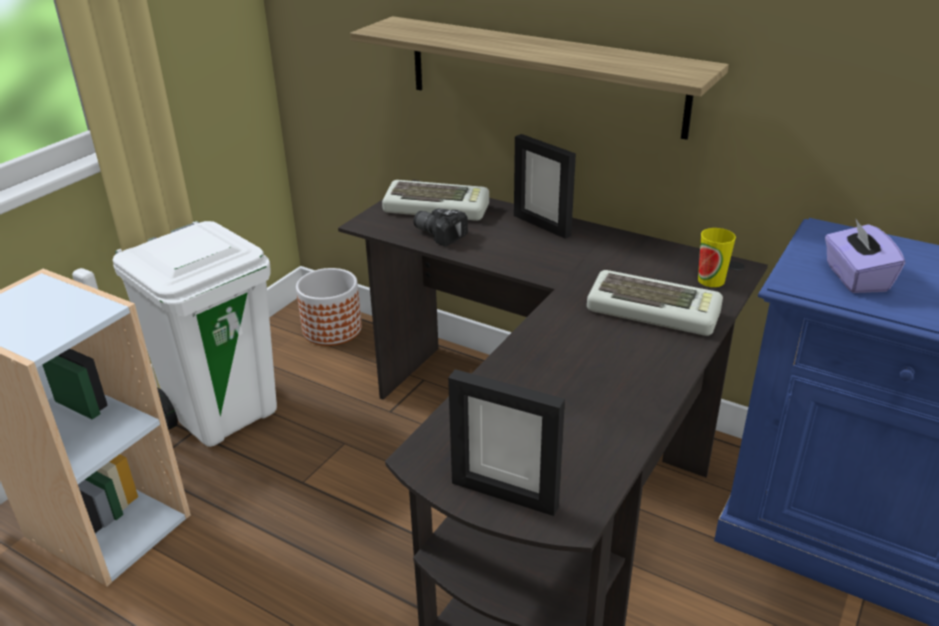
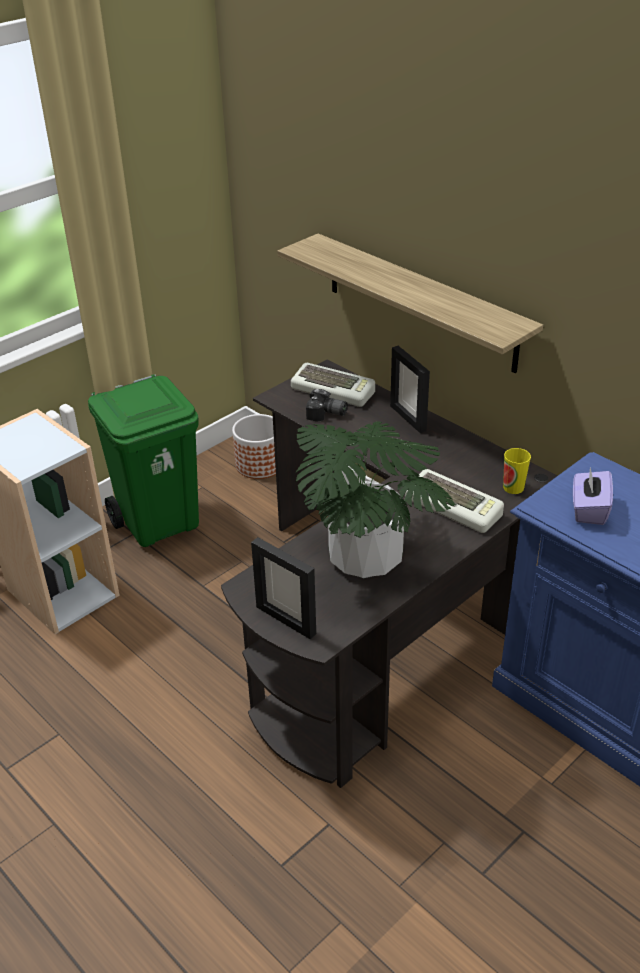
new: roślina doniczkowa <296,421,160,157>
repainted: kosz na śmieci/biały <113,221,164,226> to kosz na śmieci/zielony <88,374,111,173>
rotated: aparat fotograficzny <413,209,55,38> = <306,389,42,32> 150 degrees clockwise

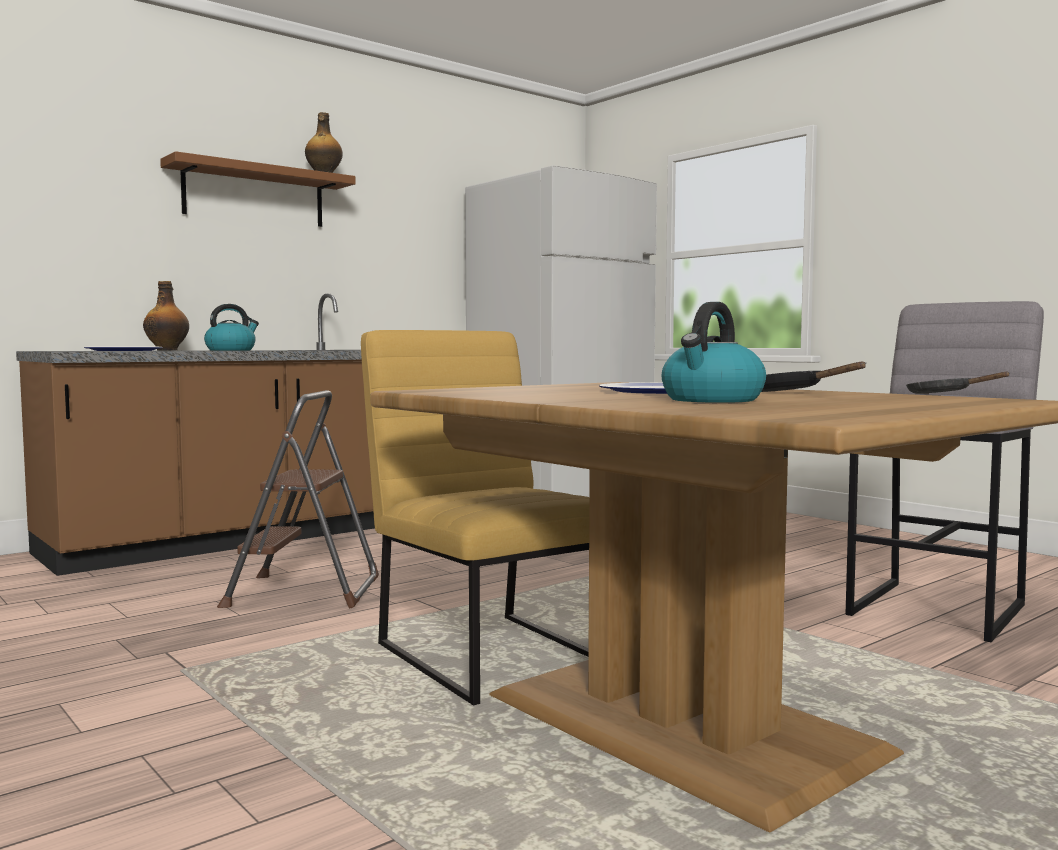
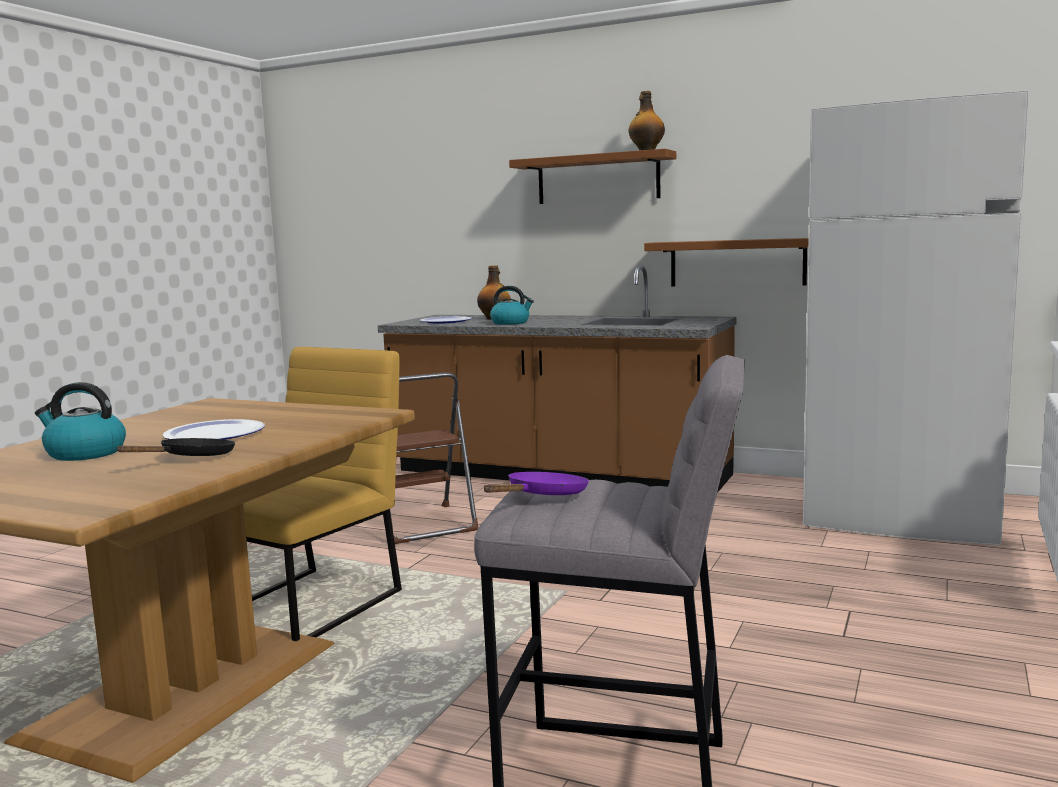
new: półka/brązowy <644,238,165,48>
repainted: patelnia/czarny <906,372,104,22> to patelnia/fioletowy <484,472,105,23>

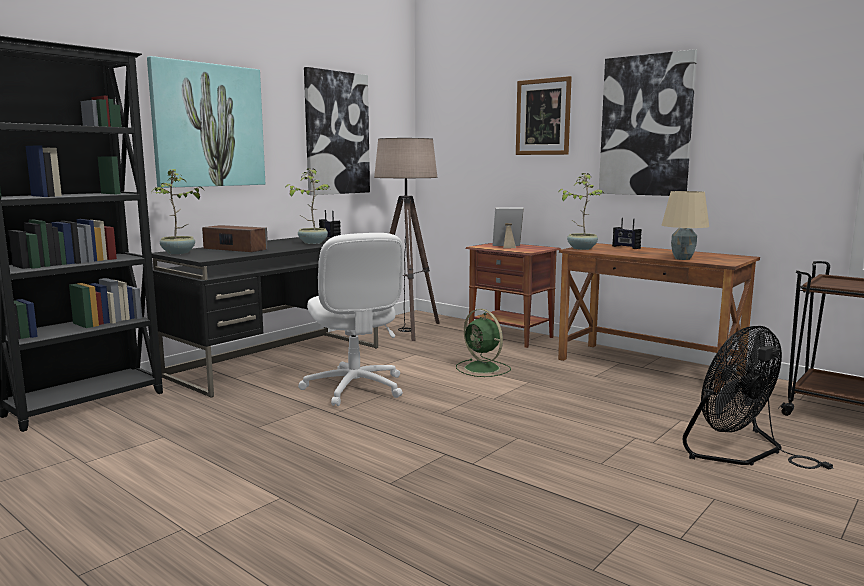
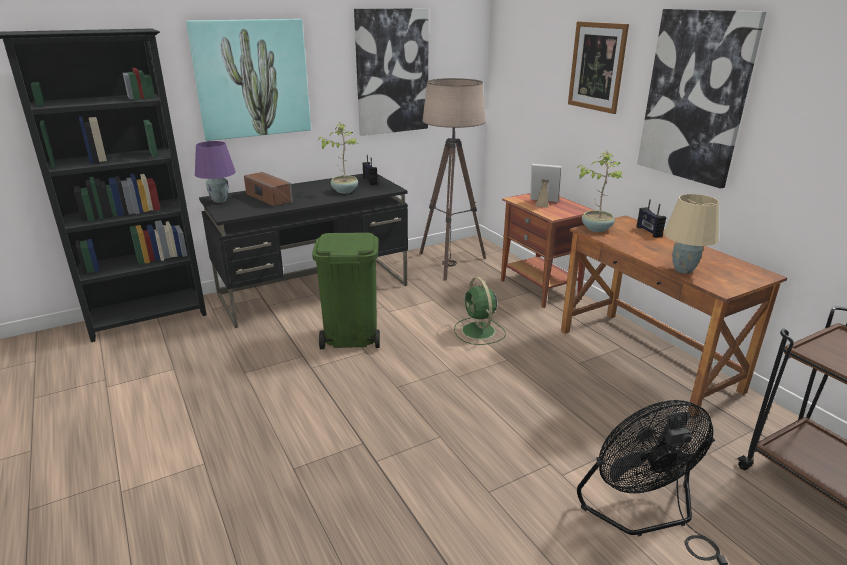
swapped: roślina doniczkowa <152,169,52,85> to lampa stołowa/fioletowy <195,141,41,62>; krzesło biurowe/biały <298,233,106,173> to kosz na śmieci/zielony <312,232,68,117>

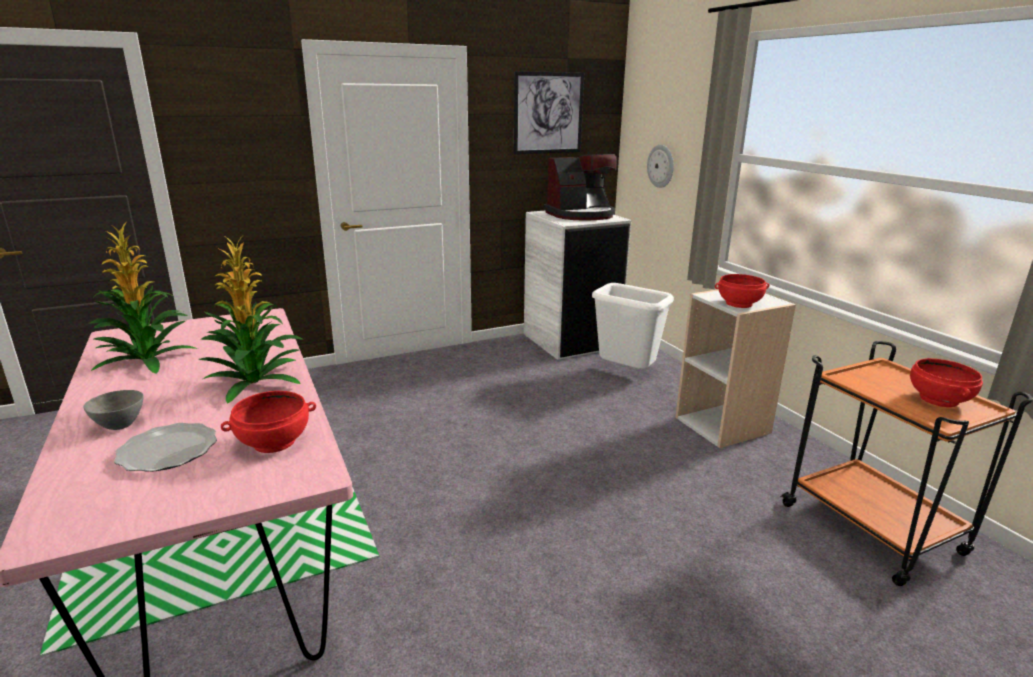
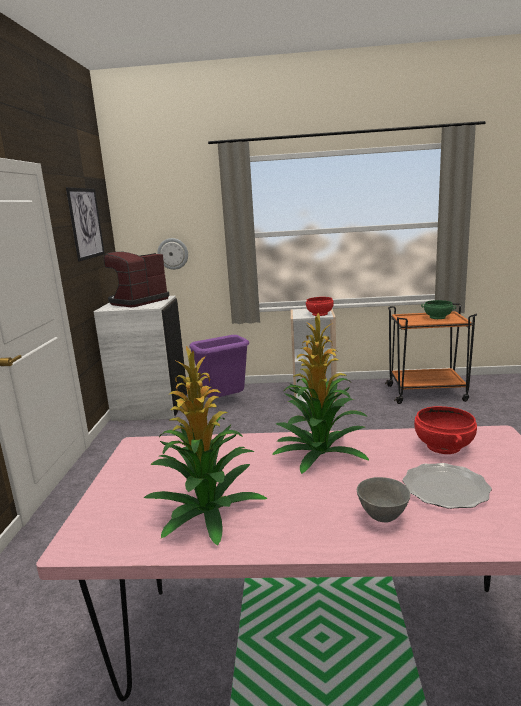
repainted: kosz na śmieci/biały <592,283,82,86> to kosz na śmieci/fioletowy <189,335,60,63>; miska/czerwony <910,358,73,49> to miska/zielony <421,300,35,19>
rotated: ekspres do kawy <544,154,73,66> = <104,252,65,55> 150 degrees counterclockwise

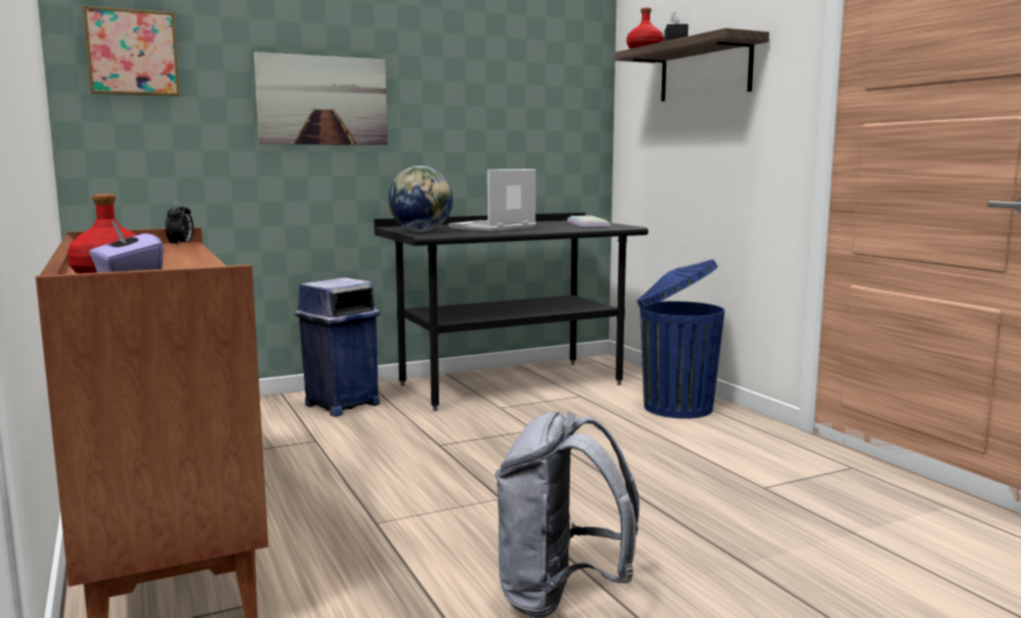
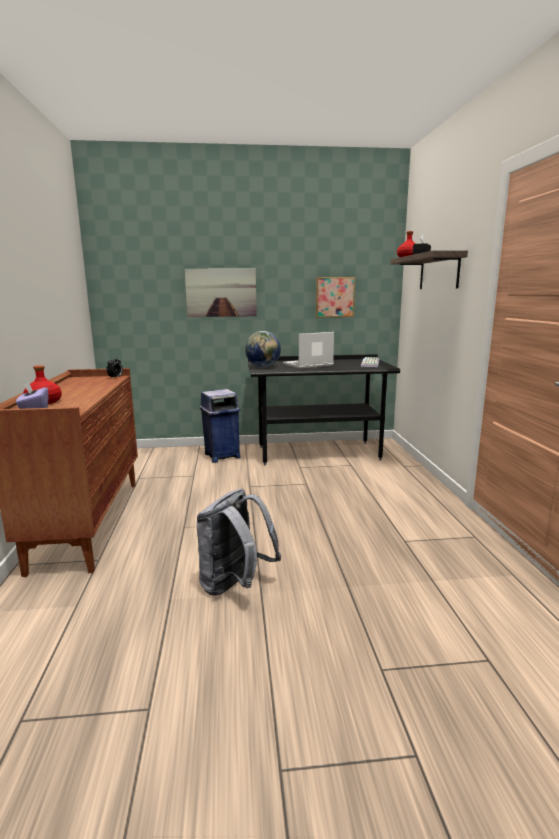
gone: kosz na śmieci/niebieski <637,259,88,160>
shifted: obraz <83,6,97,91> to <316,277,39,40>

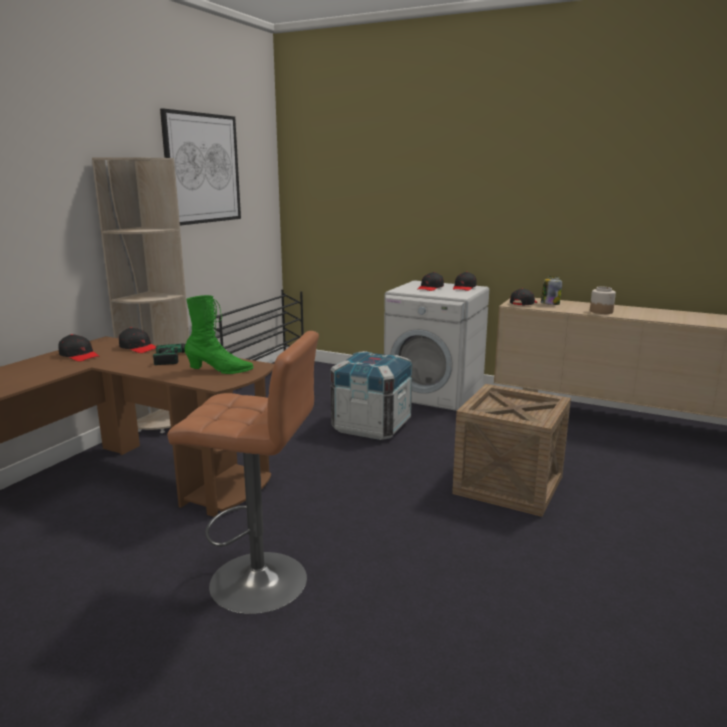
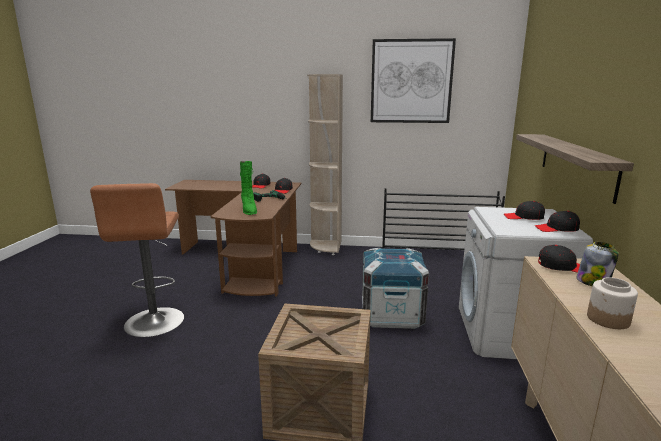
new: półka <516,134,118,70>

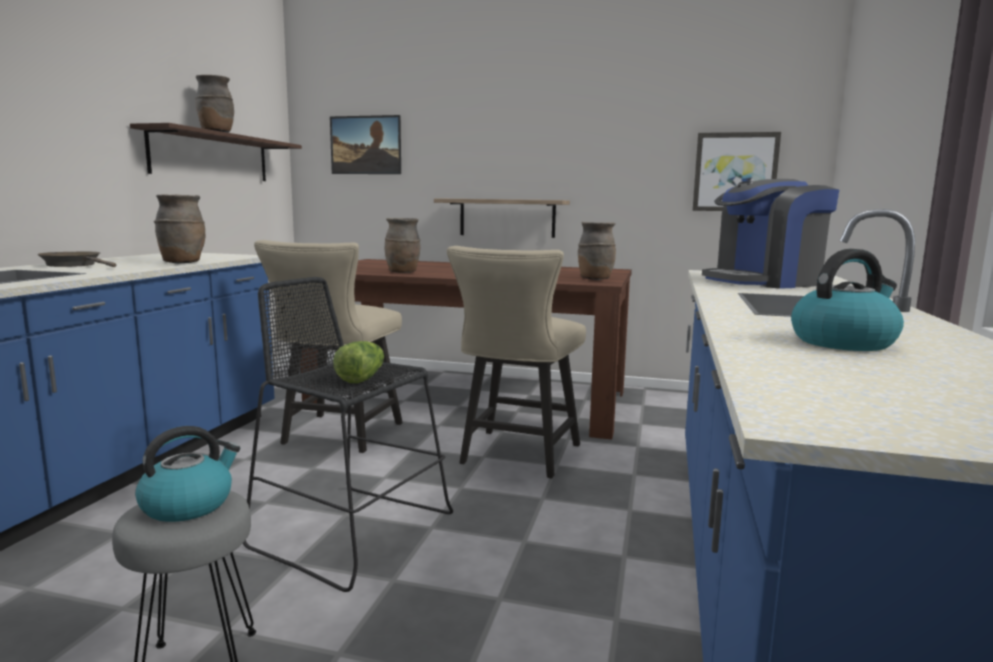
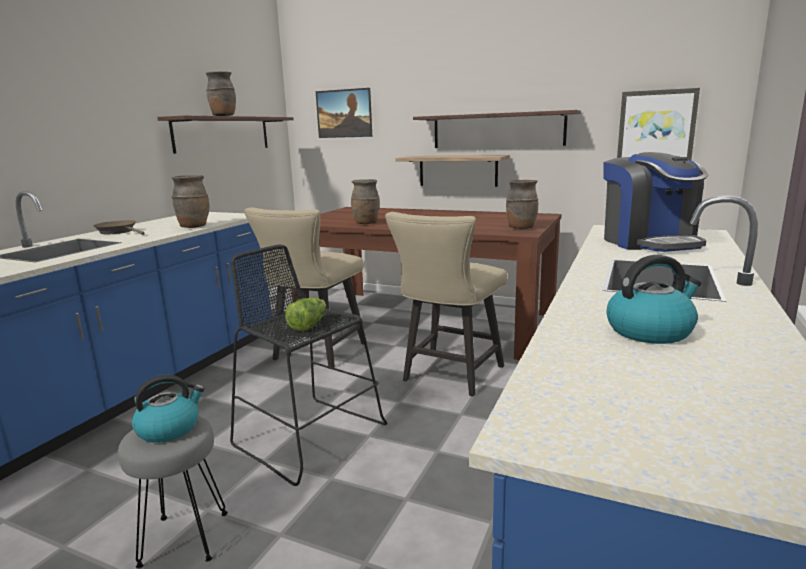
new: półka <413,110,168,38>
rotated: ekspres do kawy <702,179,137,110> = <604,152,104,100> 90 degrees counterclockwise

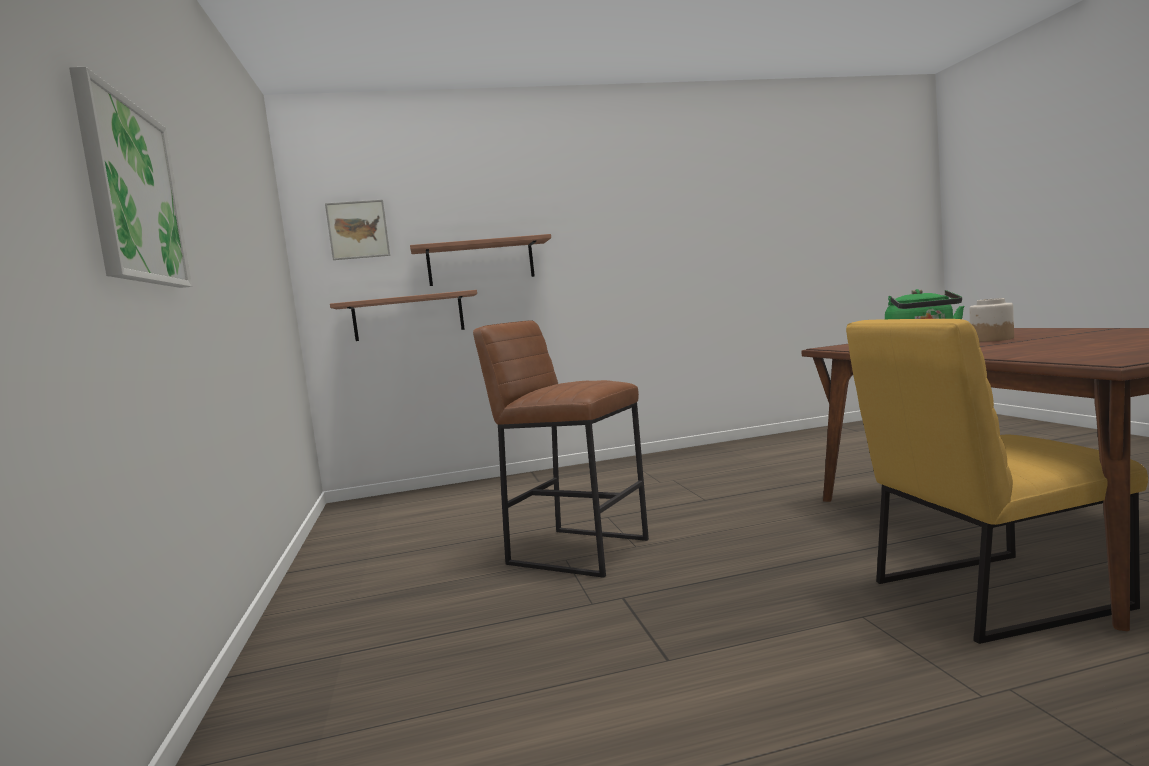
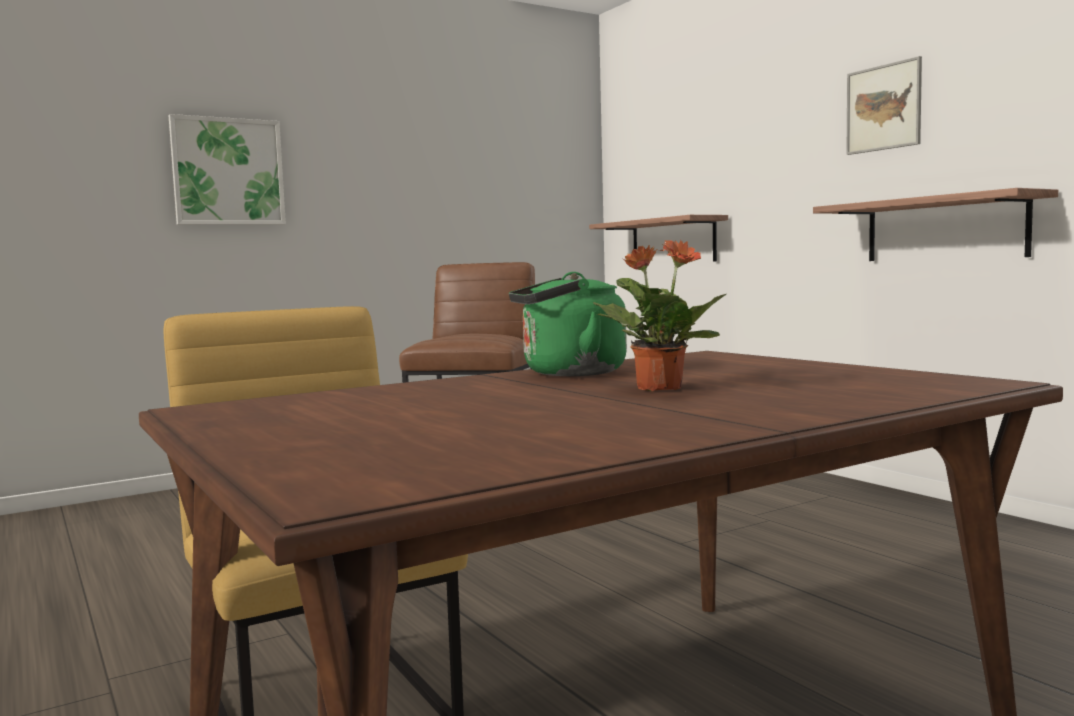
shifted: półka <410,234,141,52> to <813,188,245,73>; obraz <325,200,65,60> to <846,56,76,99>
swapped: słoik <969,298,45,44> to roślina doniczkowa <593,240,133,151>

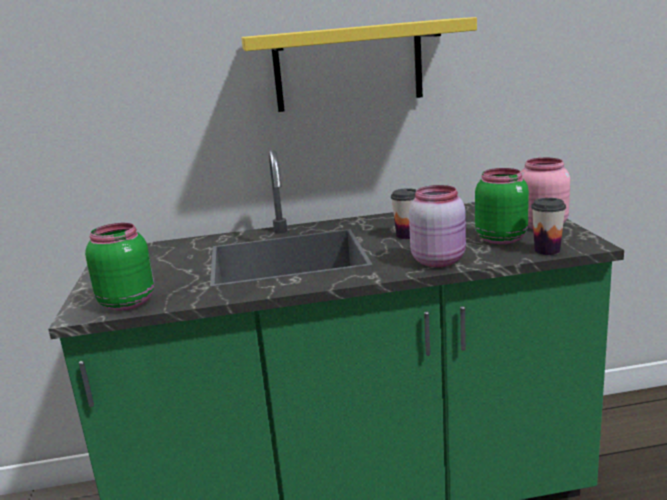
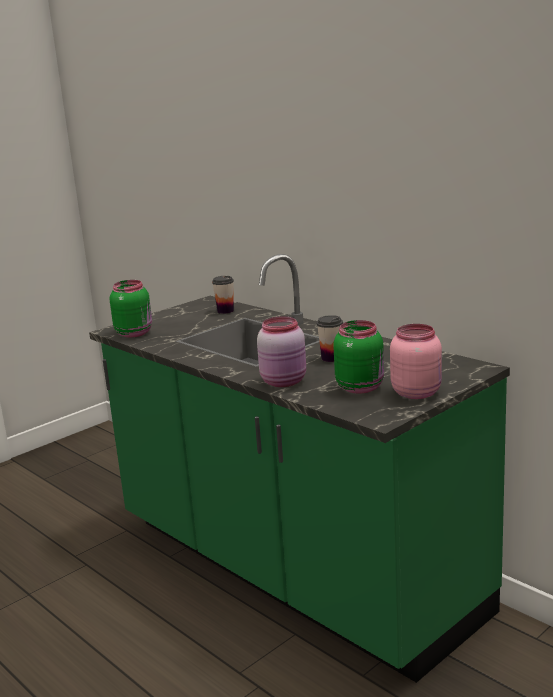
gone: półka/żółty <241,17,236,95>
shifted: filiżanka <531,198,35,57> to <212,276,22,38>

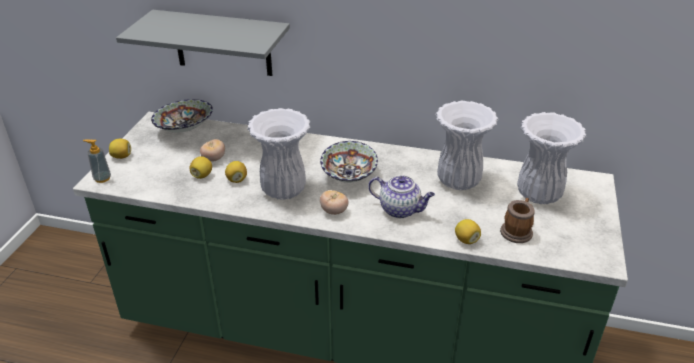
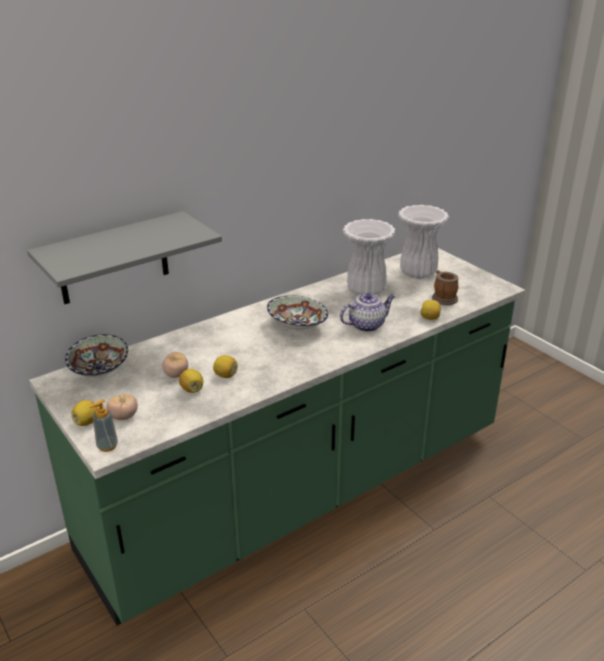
gone: wazon/biały <247,108,63,92>
shifted: pomidor <320,190,28,25> to <106,394,32,26>

